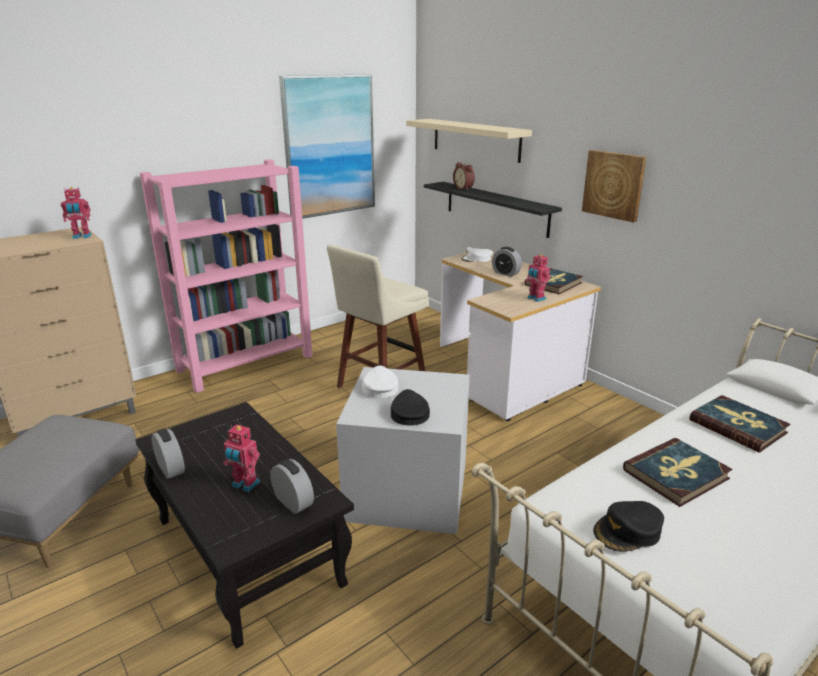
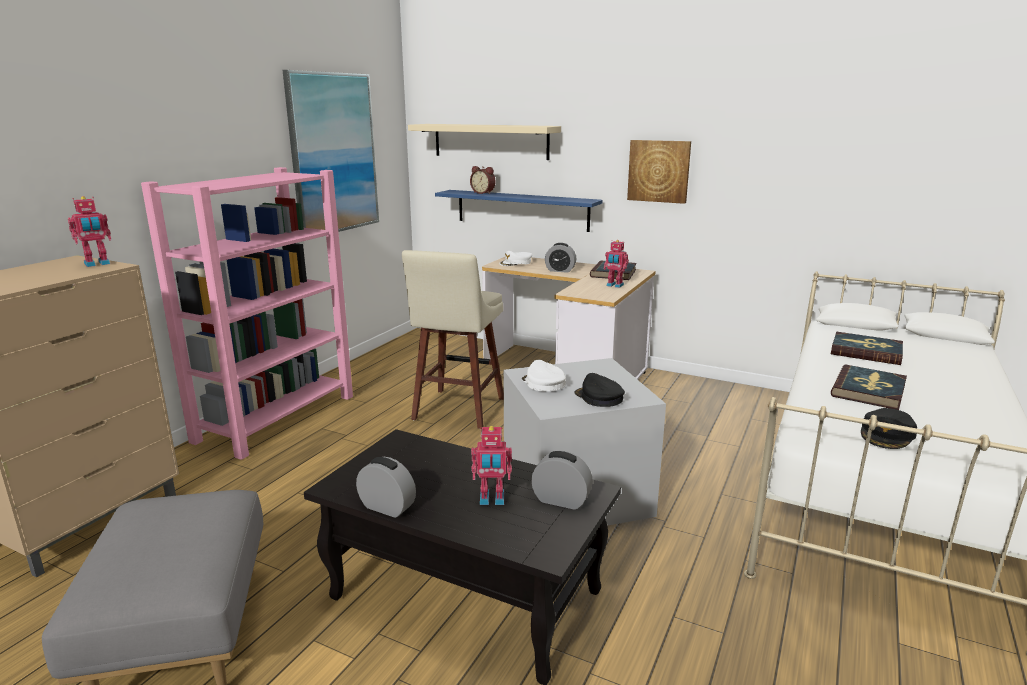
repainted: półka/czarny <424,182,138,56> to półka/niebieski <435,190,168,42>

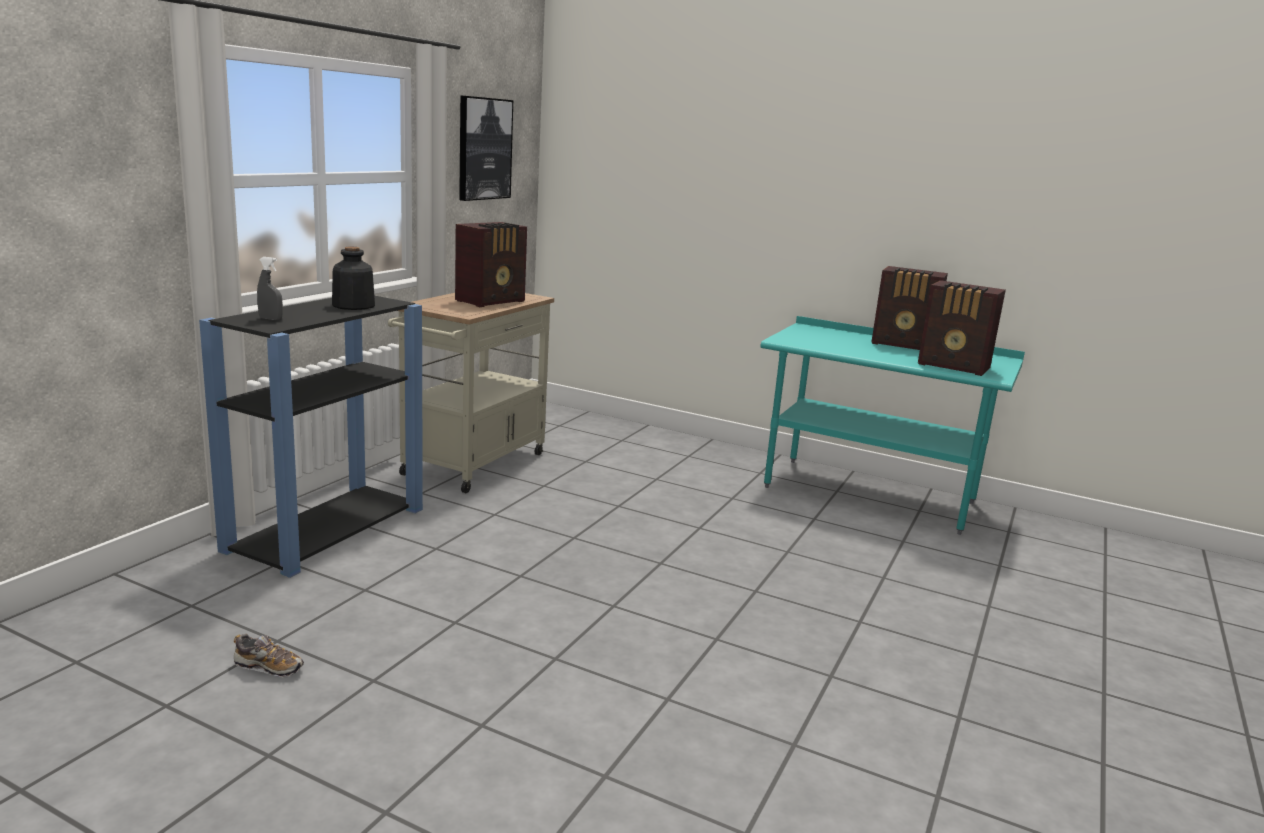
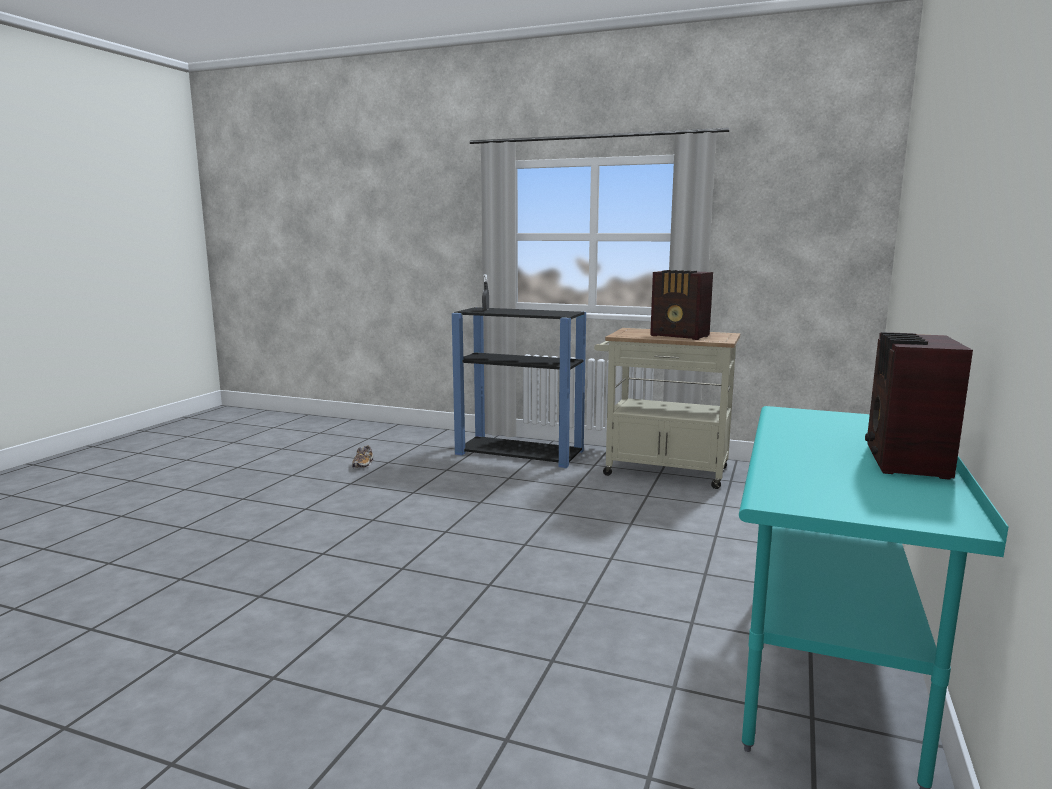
gone: butelka <332,247,43,63>; obraz <459,95,54,106>; radio <918,280,88,96>

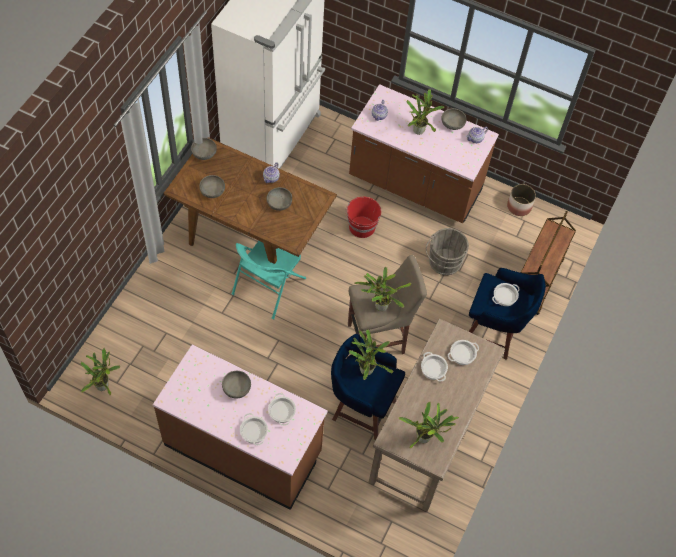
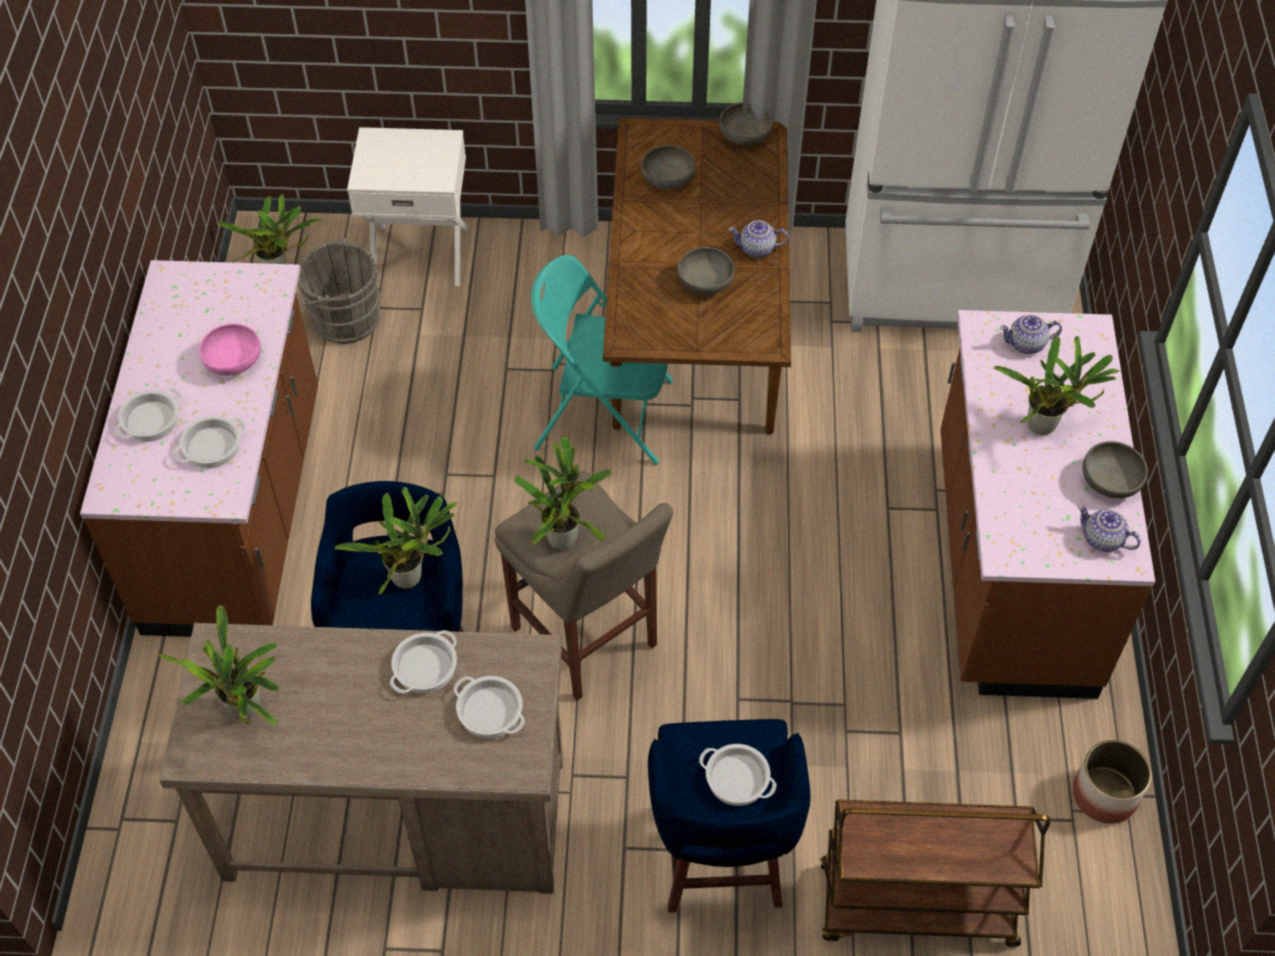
gone: wiadro/czerwony <346,197,35,41>
new: szafka nocna/biały <347,127,121,159>
shifted: wiadro/szary <426,228,43,47> to <297,238,84,106>
repainted: miska/szary <222,371,29,28> to miska/różowy <199,323,62,52>

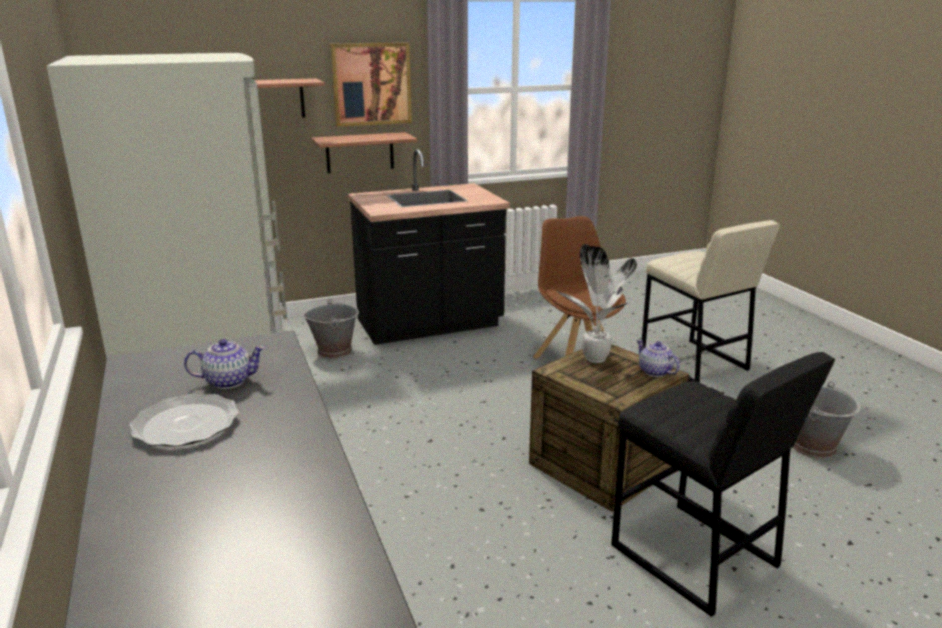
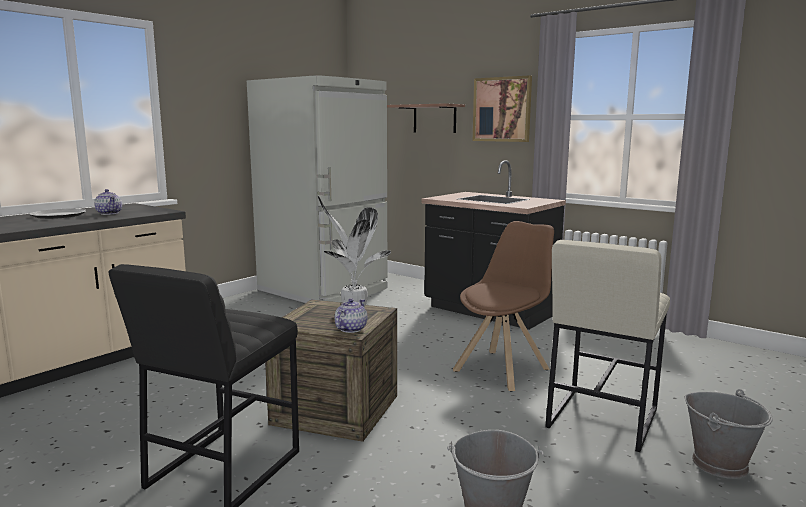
gone: półka <311,132,106,41>
shifted: wiadro/szary <303,299,56,60> to <685,389,88,90>

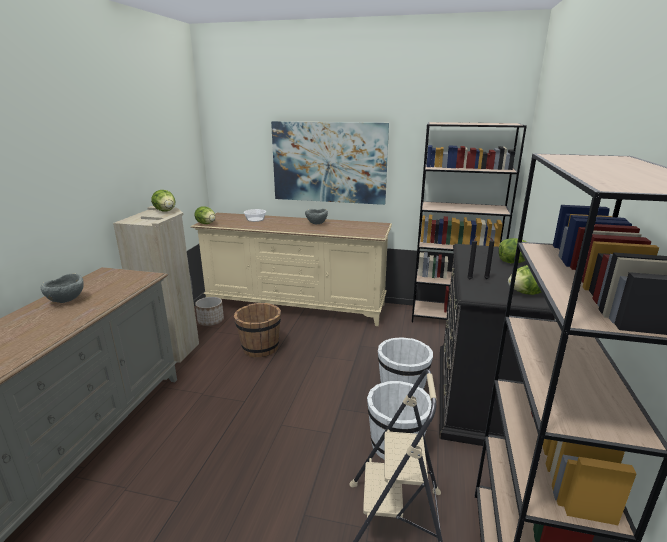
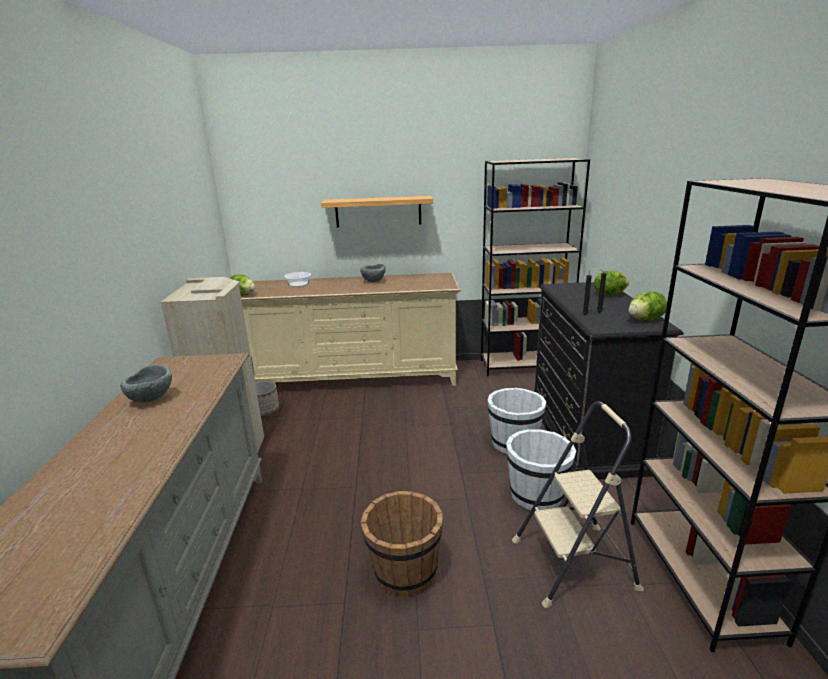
gone: sałata <151,190,24,22>
shifted: wiadro/brązowy <234,303,47,54> to <361,491,82,106>
swapped: obraz <271,121,118,84> to półka <321,196,112,32>

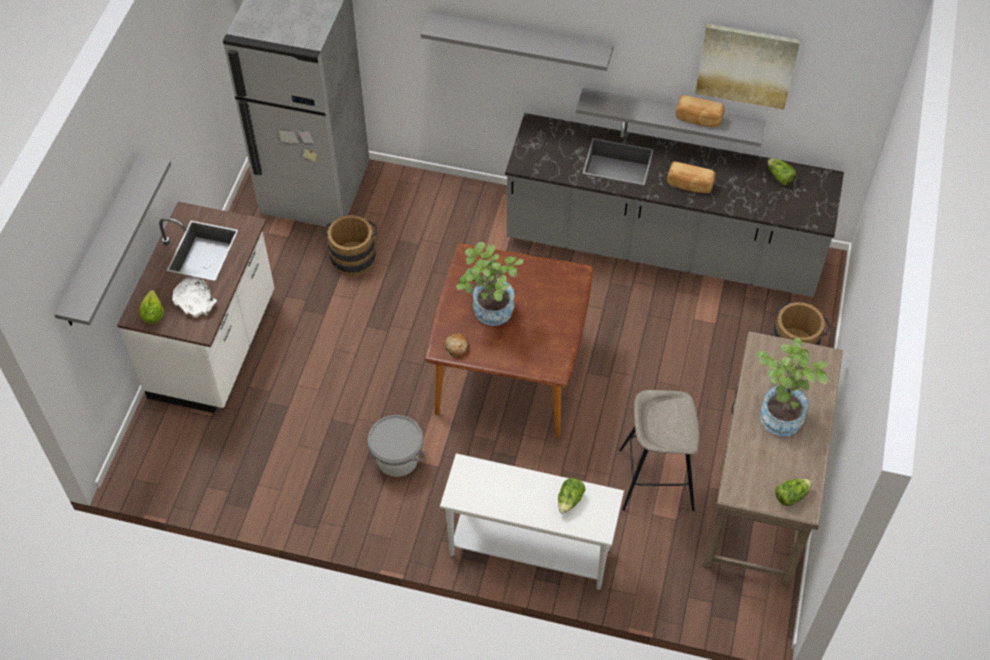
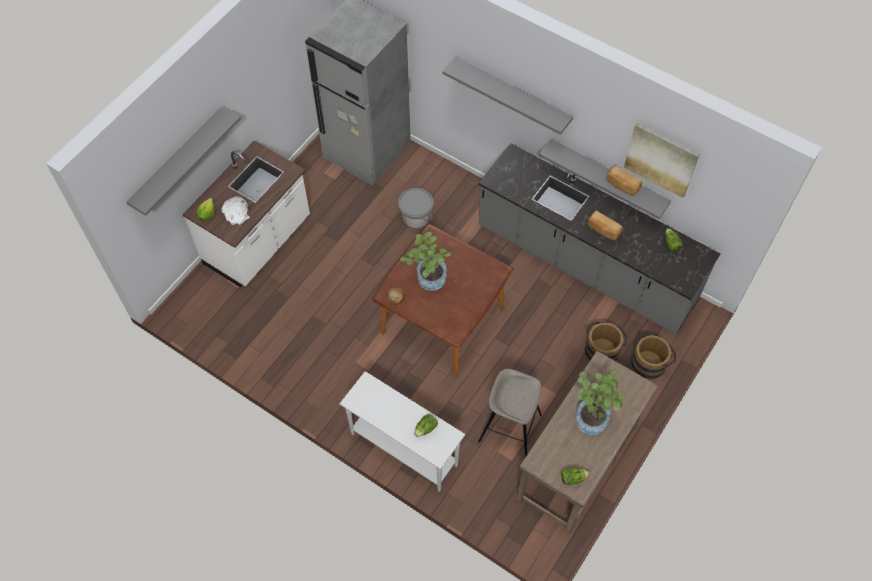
shifted: wiadro/szary <368,415,57,62> to <398,188,36,40>; wiadro/brązowy <323,215,54,61> to <585,322,42,39>

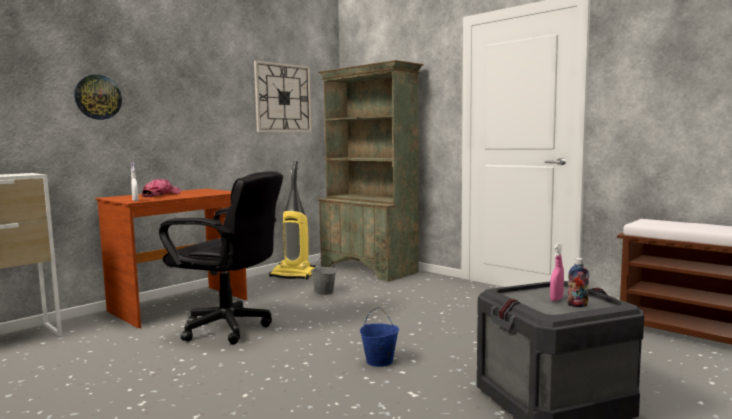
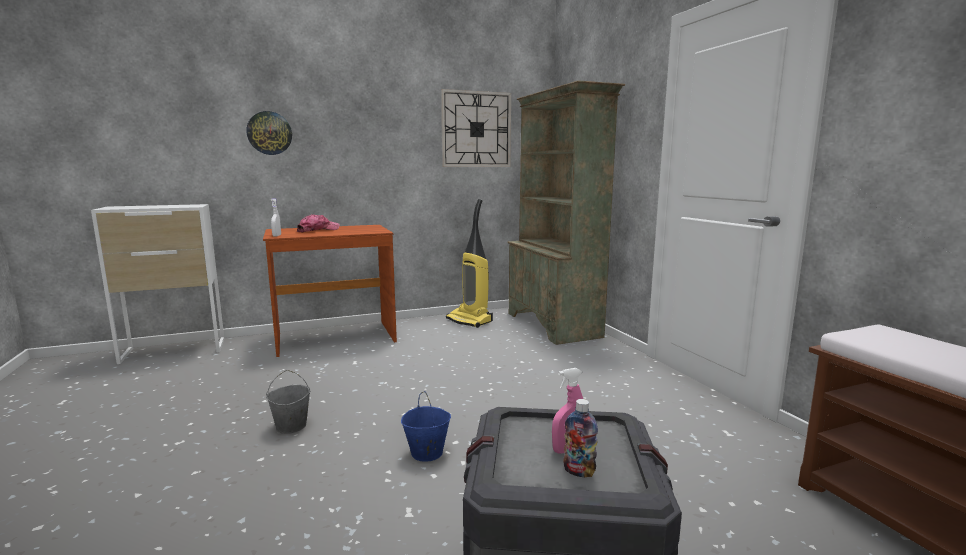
gone: krzesło biurowe/czarny <159,171,124,173>
shifted: wiadro/szary <311,255,26,40> to <266,370,44,64>

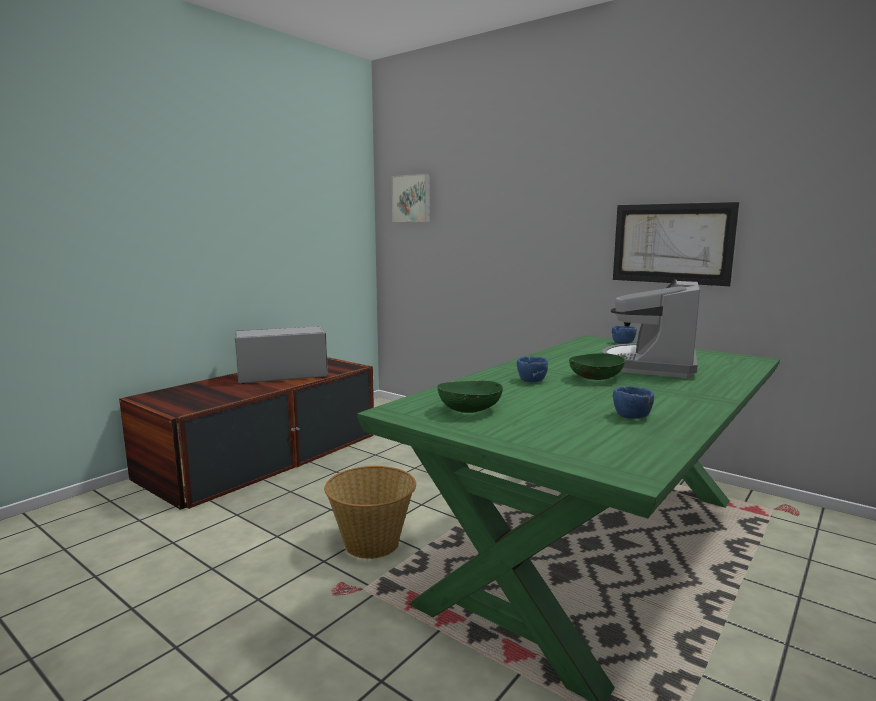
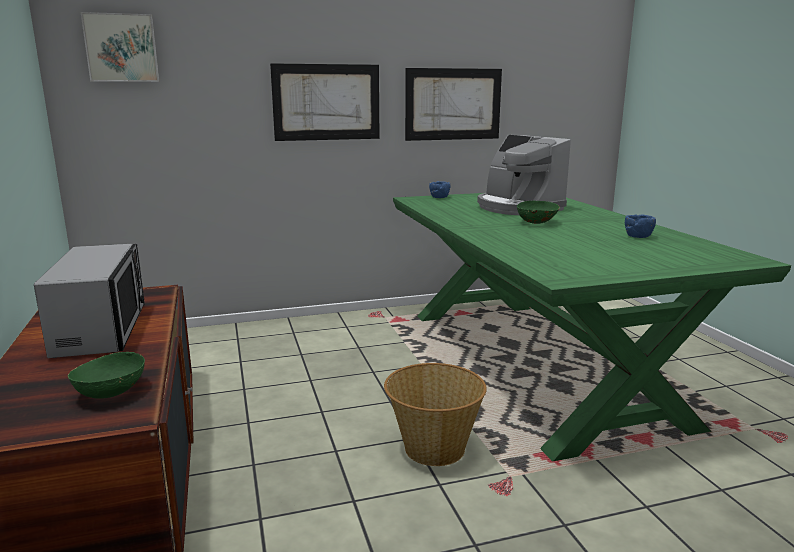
gone: miska/niebieski <517,356,31,26>
new: obraz <270,63,110,78>
shifted: miska/zielony <437,380,66,33> to <68,352,77,47>
rotated: mikrofalówka <235,326,93,58> = <34,244,111,114> 150 degrees clockwise

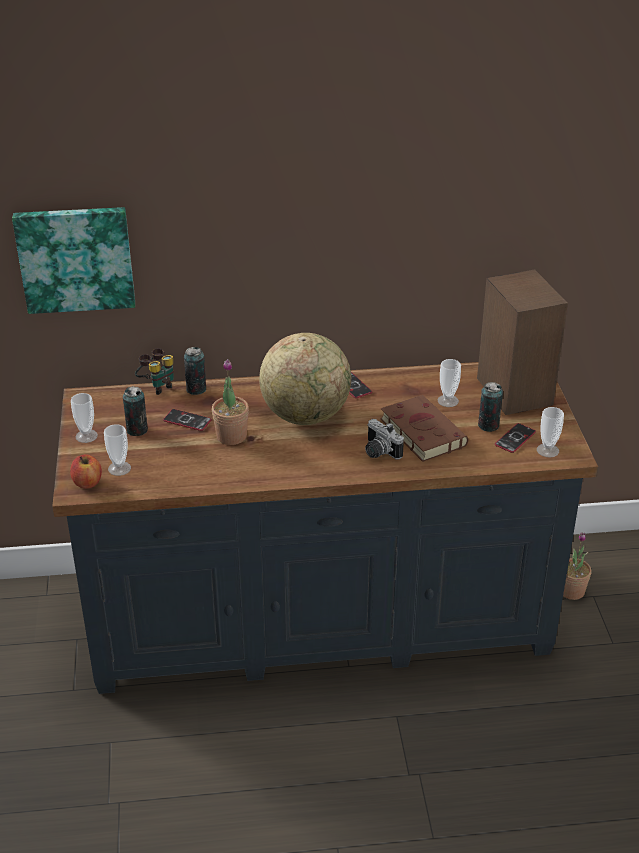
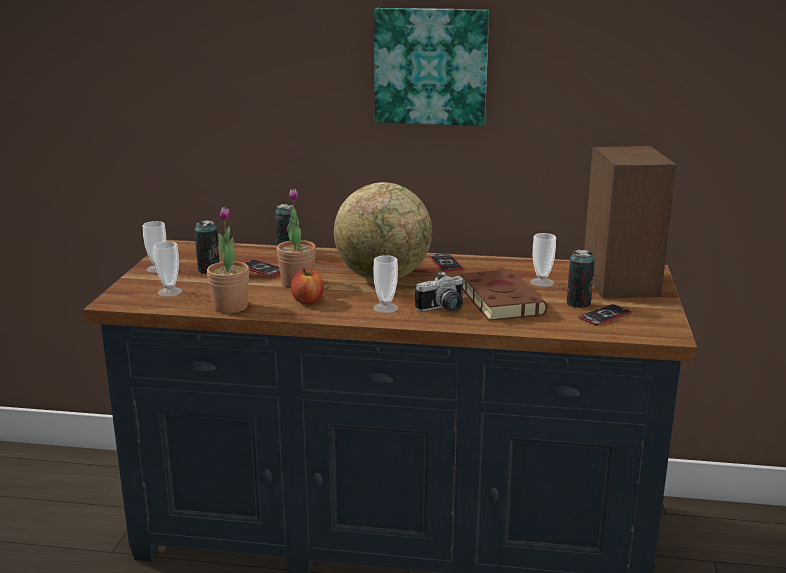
gone: lornetka <135,348,39,47>
shifted: roślina doniczkowa <563,532,28,68> to <207,207,42,106>; jabłko <70,455,32,33> to <291,268,33,36>; filiżanka <537,407,27,50> to <373,255,25,58>; obraz <12,207,123,107> to <374,8,115,118>
rotated: aparat fotograficzny <365,419,39,40> = <415,272,49,40> 90 degrees counterclockwise

